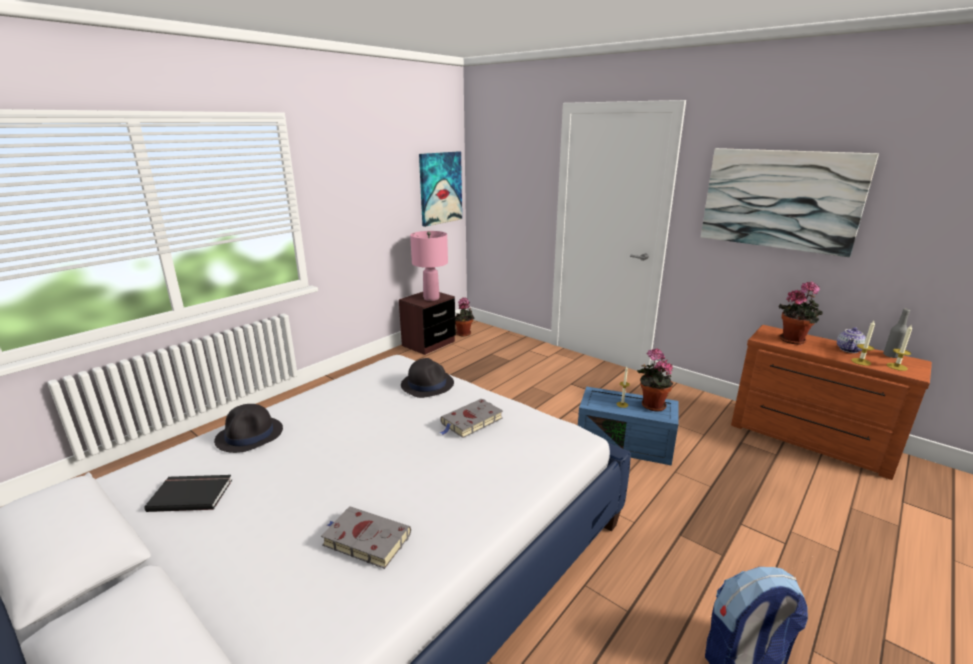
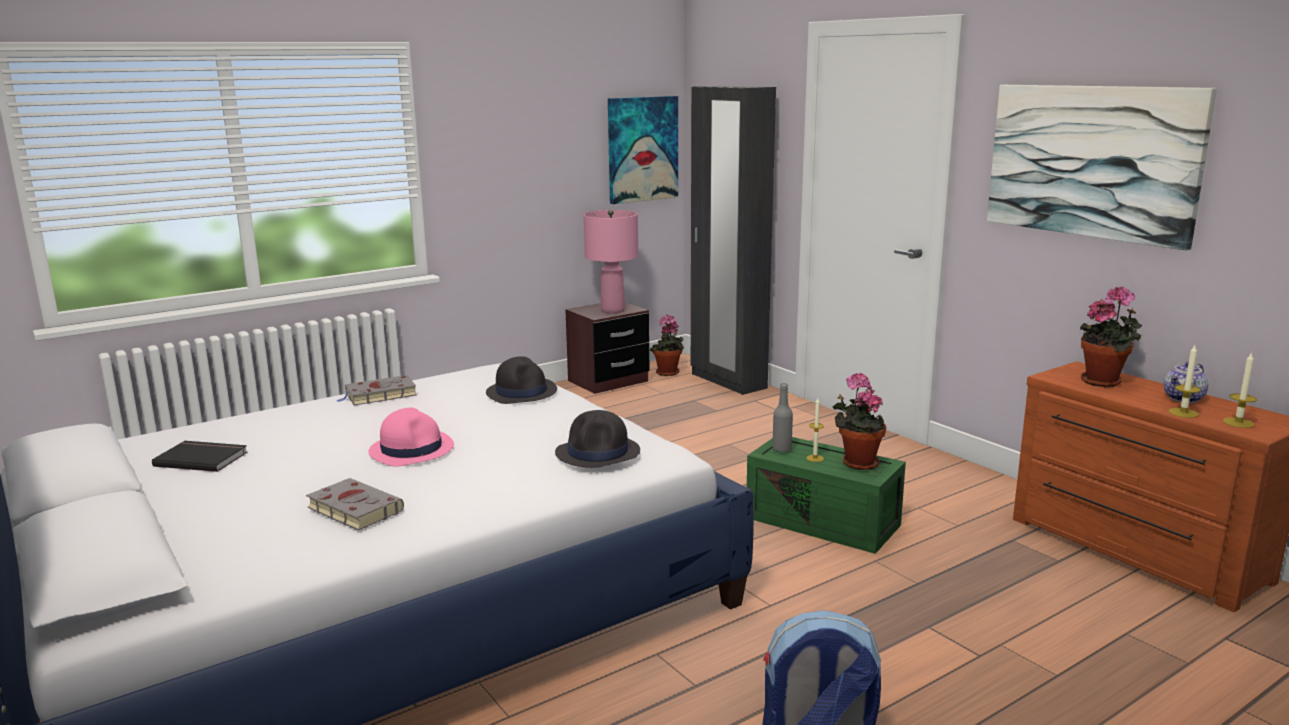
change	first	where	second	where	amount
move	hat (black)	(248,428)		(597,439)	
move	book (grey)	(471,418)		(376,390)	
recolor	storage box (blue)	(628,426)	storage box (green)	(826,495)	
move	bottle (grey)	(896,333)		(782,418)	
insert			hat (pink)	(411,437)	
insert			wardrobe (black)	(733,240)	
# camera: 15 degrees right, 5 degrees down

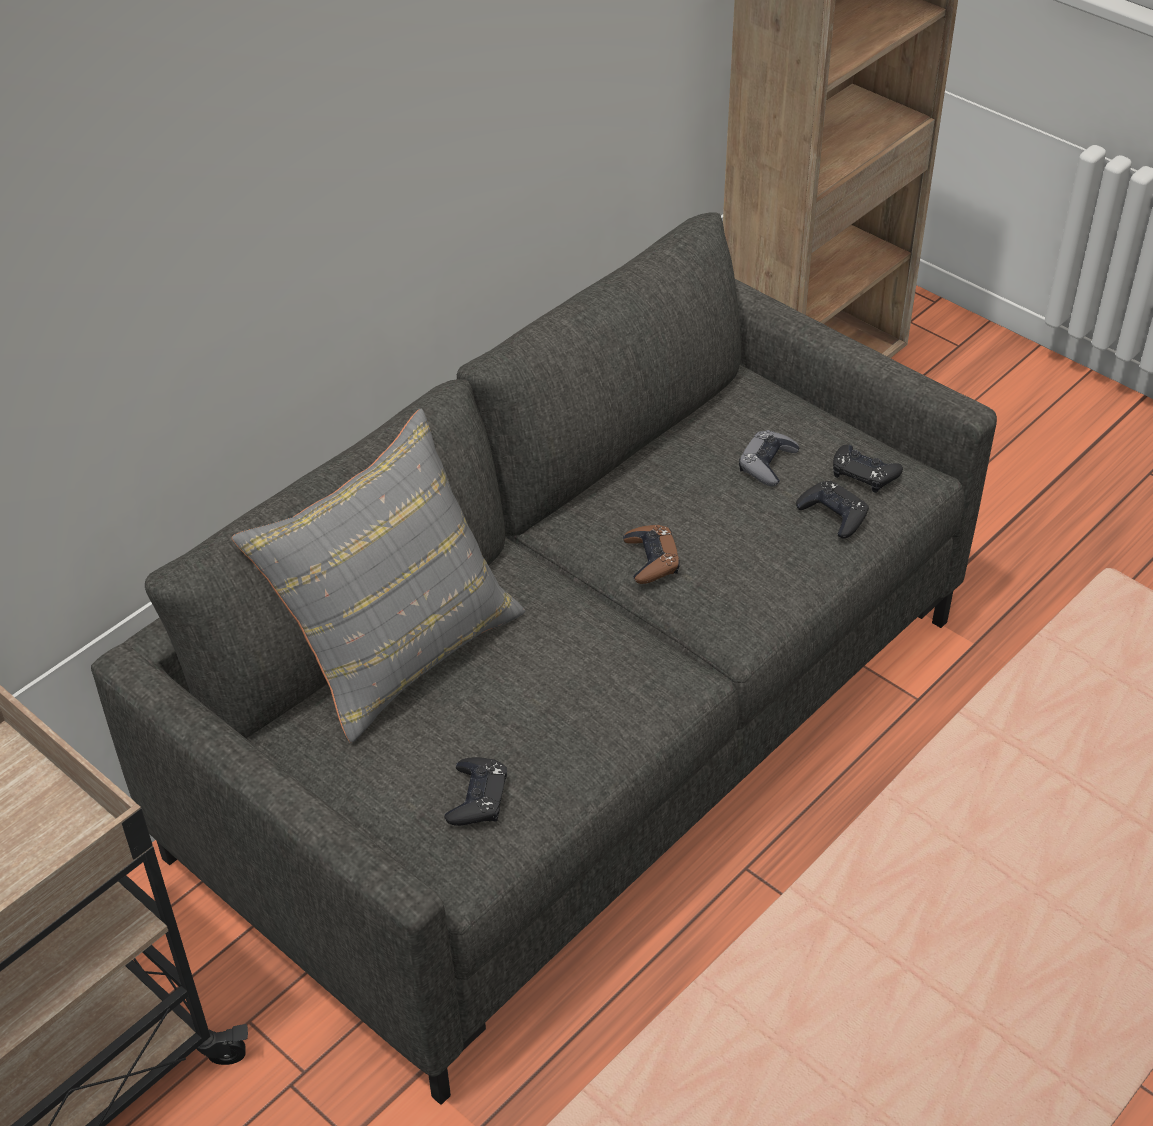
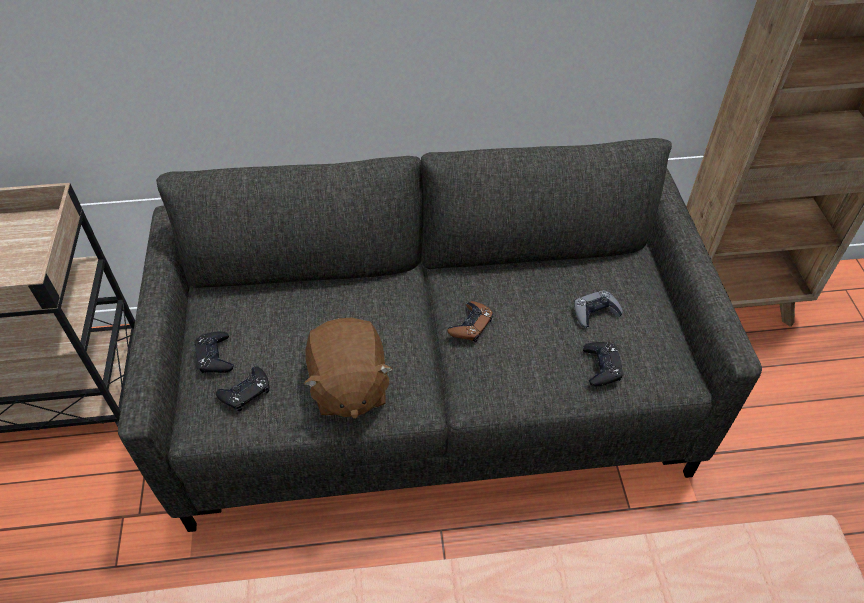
change	first	where	second	where	amount
delete	pillow (grey)	(378,576)			
move	game controller (black)	(868,468)		(214,352)	
insert			plush toy (brown)	(348,368)	
# camera: 40 degrees right, 5 degrees up

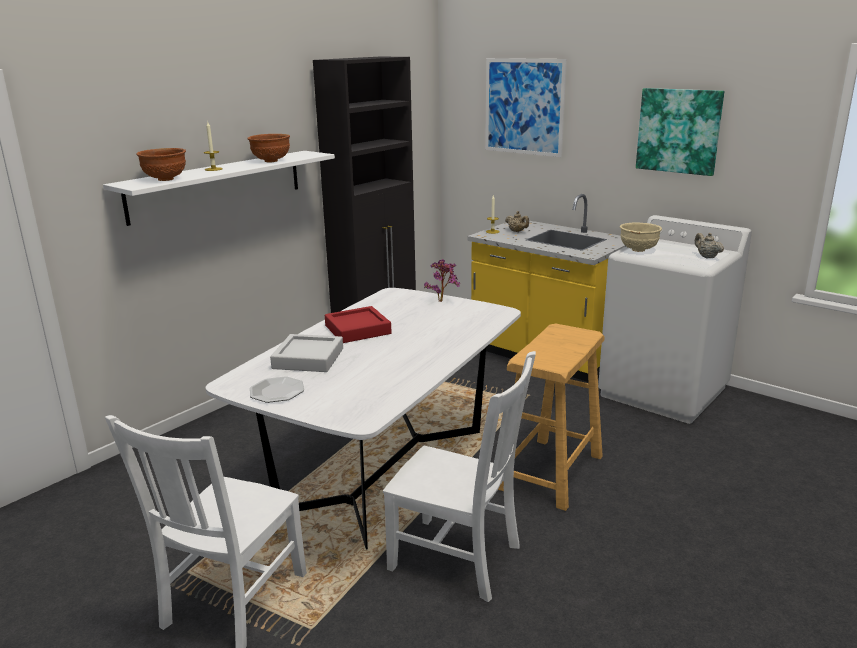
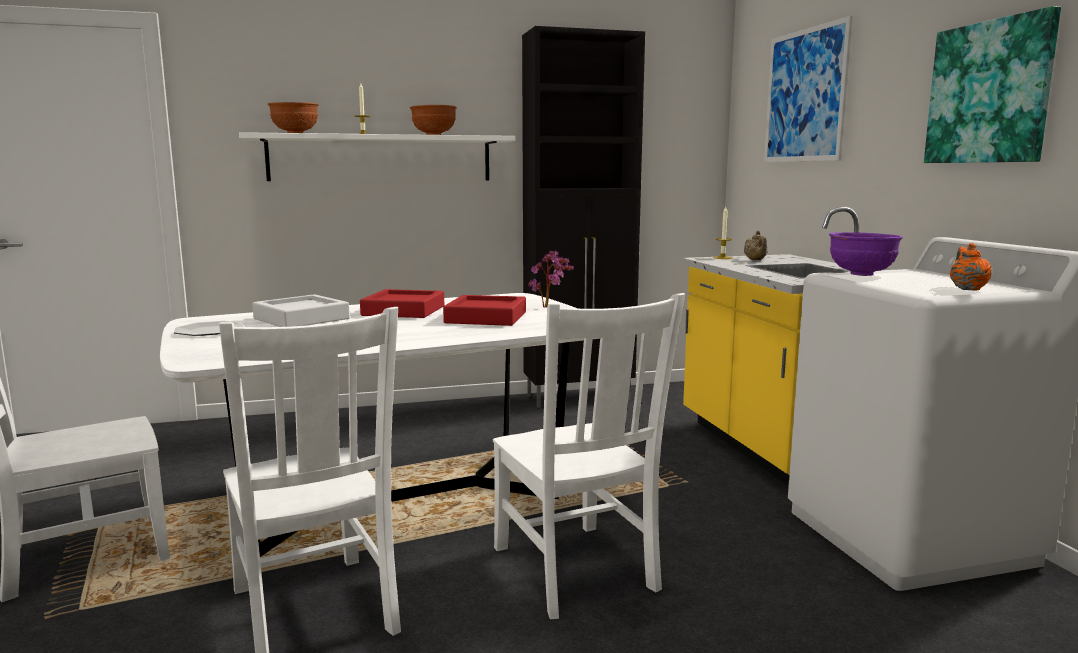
change	first	where	second	where	amount
replace	stool (beige)	(551,417)	chair (white)	(589,456)	
recolor	bowl (beige)	(641,237)	bowl (purple)	(866,254)	
recolor	teapot (beige)	(709,246)	teapot (orange)	(970,267)	
insert			tray (red)	(484,310)	
# camera: 35 degrees right, 10 degrees down

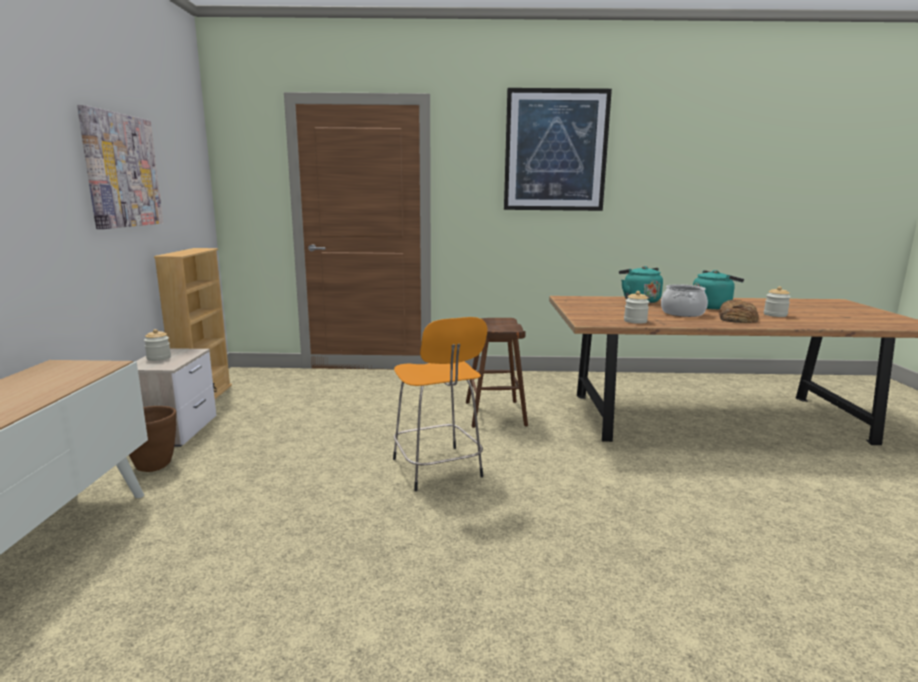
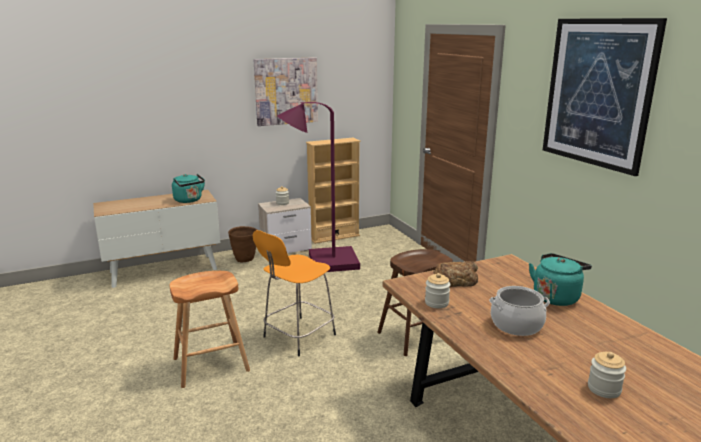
change	first	where	second	where	amount
move	kettle (turquoise)	(718,289)		(188,188)	
move	bread	(739,311)		(455,274)	
insert			stool (brown)	(210,329)	
insert			floor lamp (purple)	(318,187)	
# camera: 65 degrees right, 5 degrees up

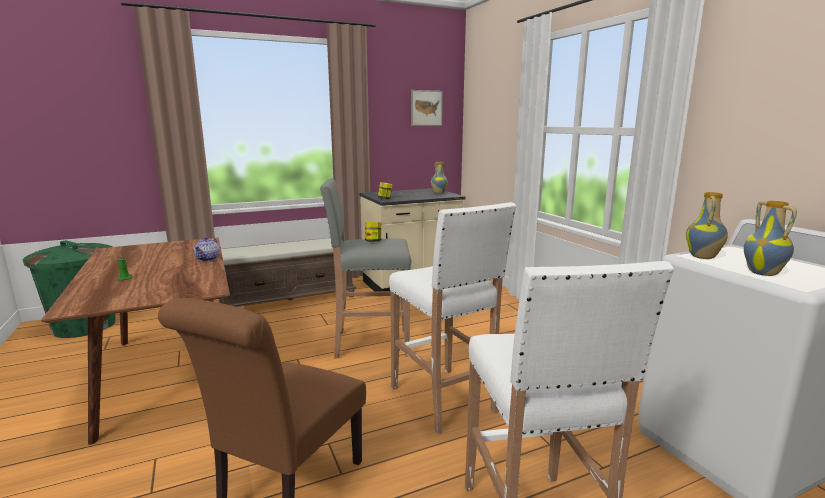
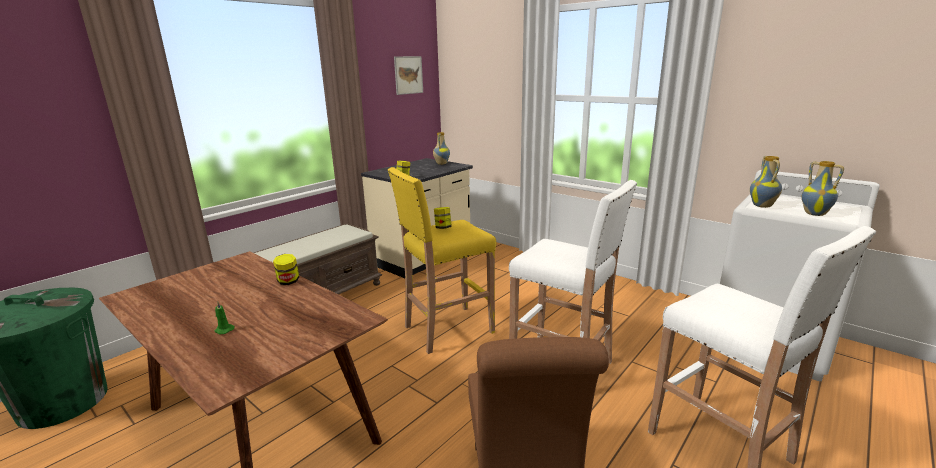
change	first	where	second	where	amount
replace	teapot	(207,249)	jar	(286,269)	
recolor	stool (grey)	(365,268)	stool (yellow)	(442,260)	
# camera: 25 degrees left, 5 degrees up

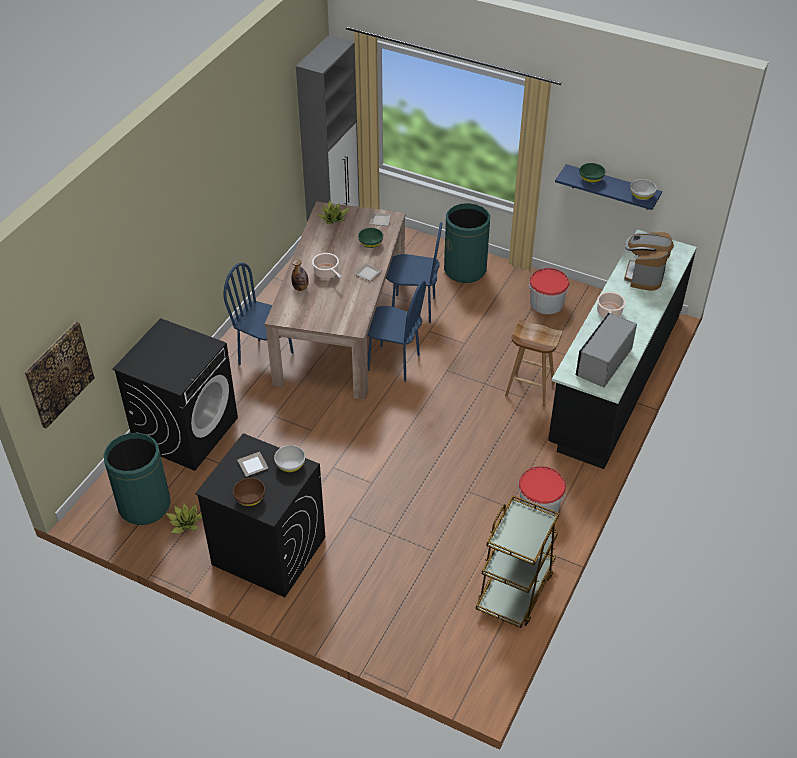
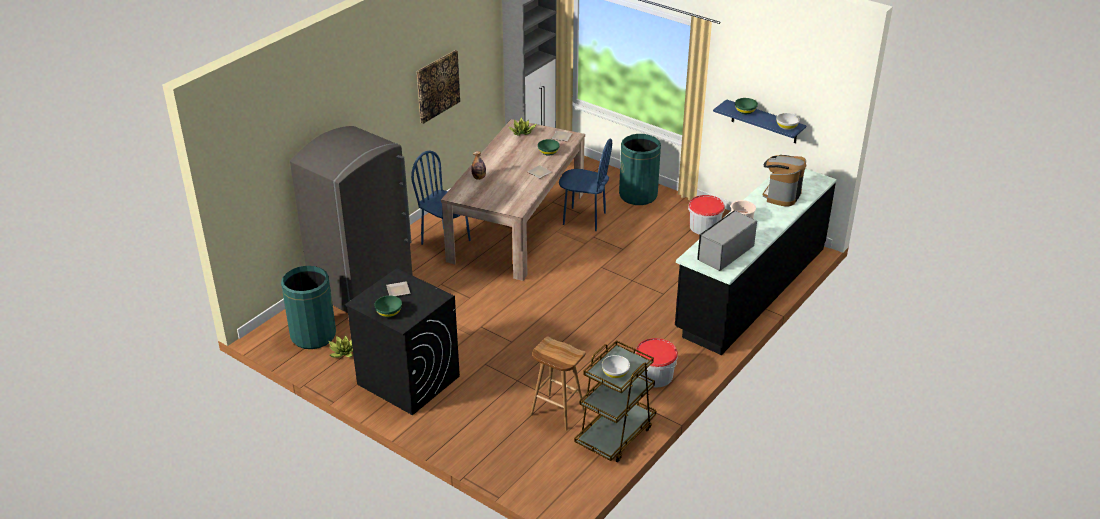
change	first	where	second	where	amount
move	picture	(59,375)		(438,87)	
replace	washing machine (black)	(175,394)	fridge (grey)	(351,219)	
recolor	bowl (brown)	(249,492)	bowl (green)	(388,306)	
move	bowl (white)	(289,458)		(616,367)	
delete	cooking pot	(327,266)			
delete	chair (blue)	(397,331)			
move	stool (brown)	(533,363)		(558,384)	
# camera: 10 degrees right, 10 degrees down

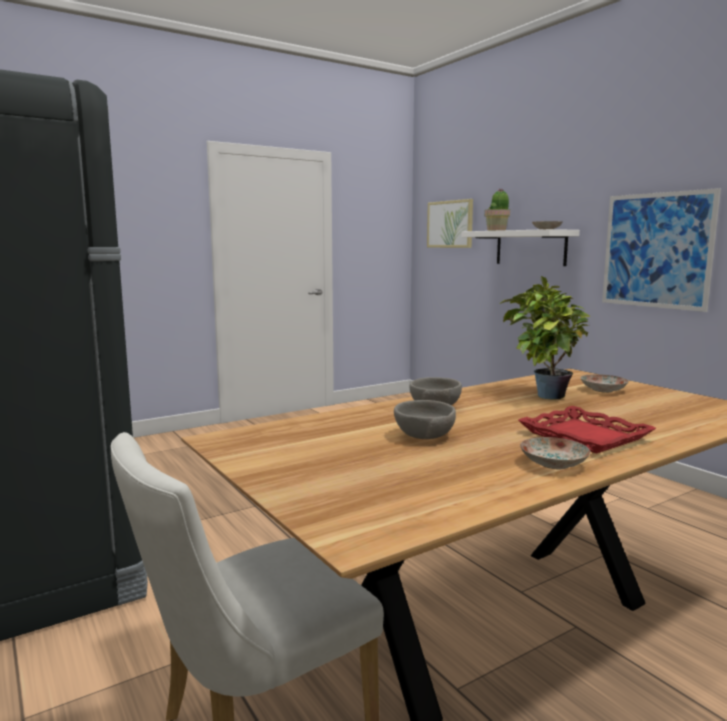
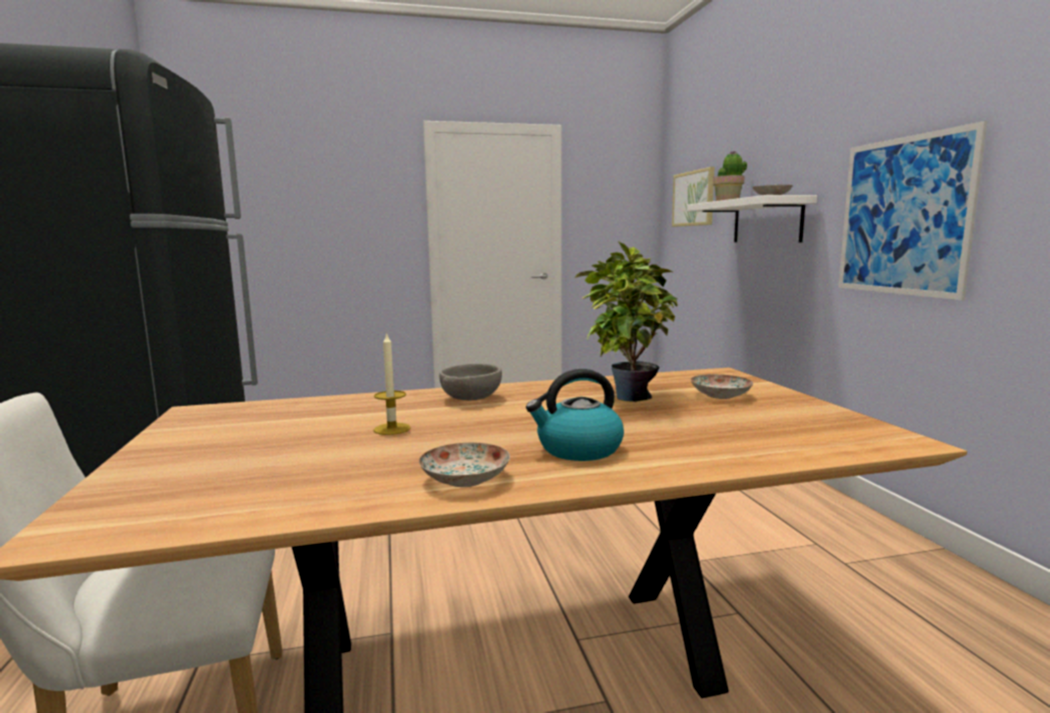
change	first	where	second	where	amount
replace	bowl (grey)	(425,419)	candle	(392,383)	
replace	tray (red)	(587,429)	kettle	(575,415)	
# camera: 20 degrees right, 0 degrees up

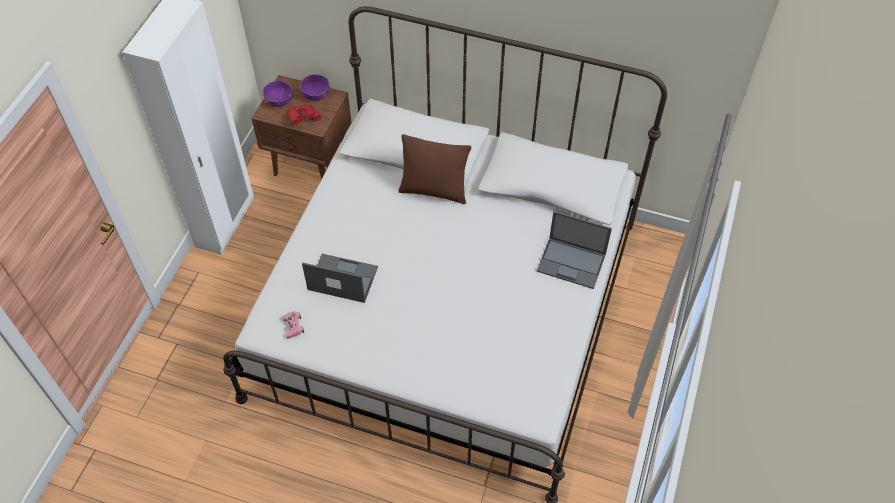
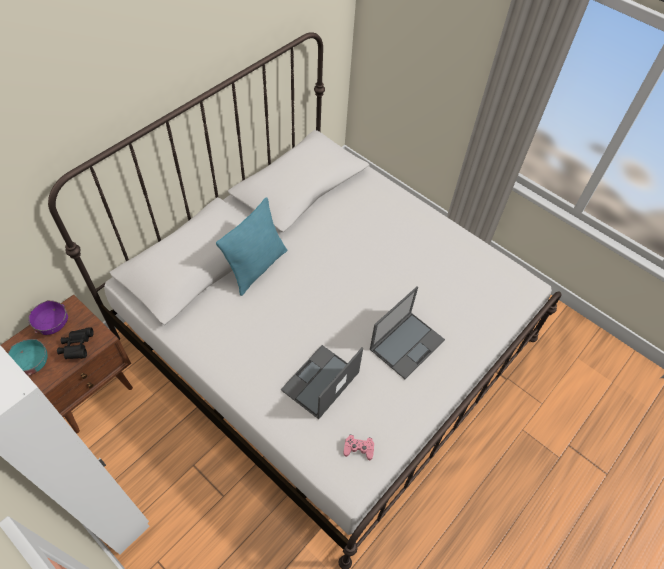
change	first	where	second	where	amount
recolor	bowl (purple)	(278,93)	bowl (turquoise)	(28,357)	
recolor	binoculars (red)	(304,114)	binoculars (black)	(75,343)	
recolor	pillow (brown)	(434,169)	pillow (turquoise)	(251,247)	
move	laptop	(574,250)		(407,332)	
# camera: 70 degrees left, 0 degrees up

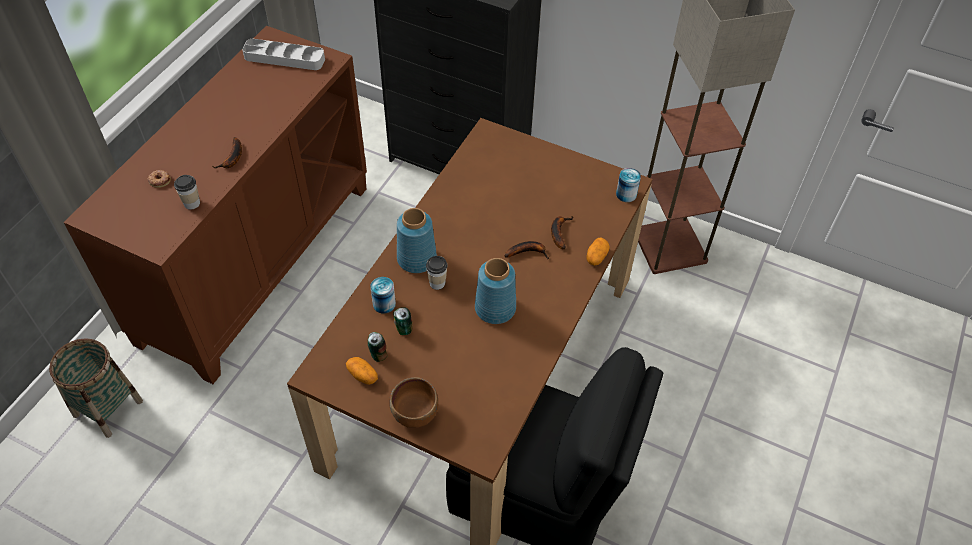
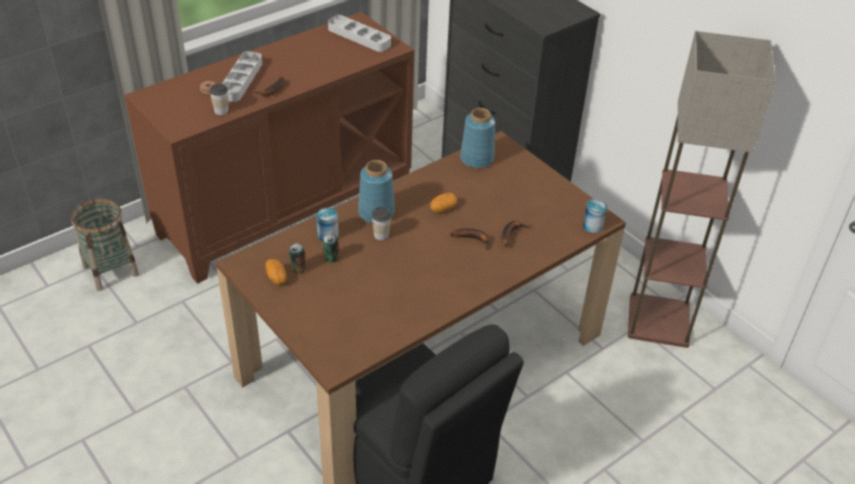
change	first	where	second	where	amount
delete	bowl (brown)	(414,402)			
move	vase (blue)	(495,291)		(477,138)	
move	potato	(598,251)		(443,203)	
insert			tray (grey)	(242,76)	
# camera: 25 degrees right, 10 degrees down

